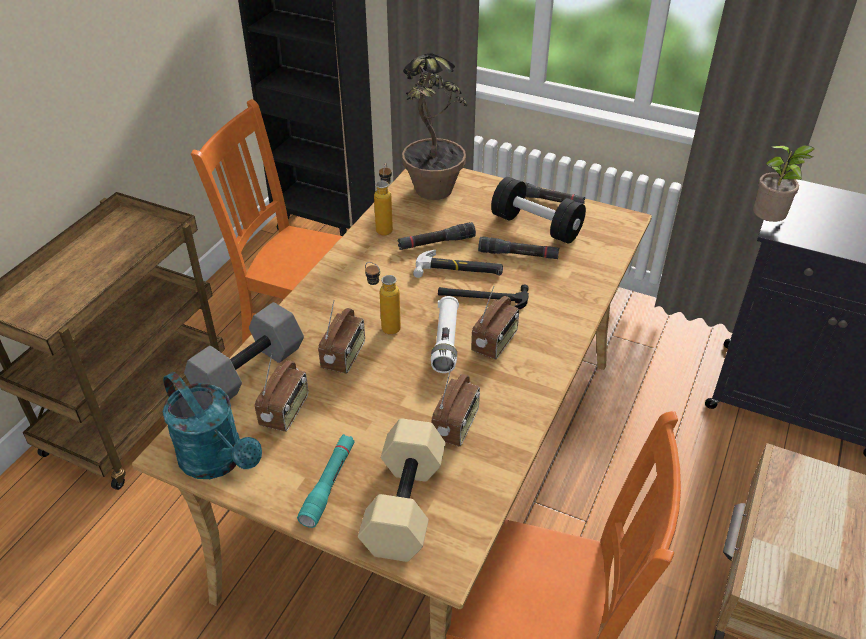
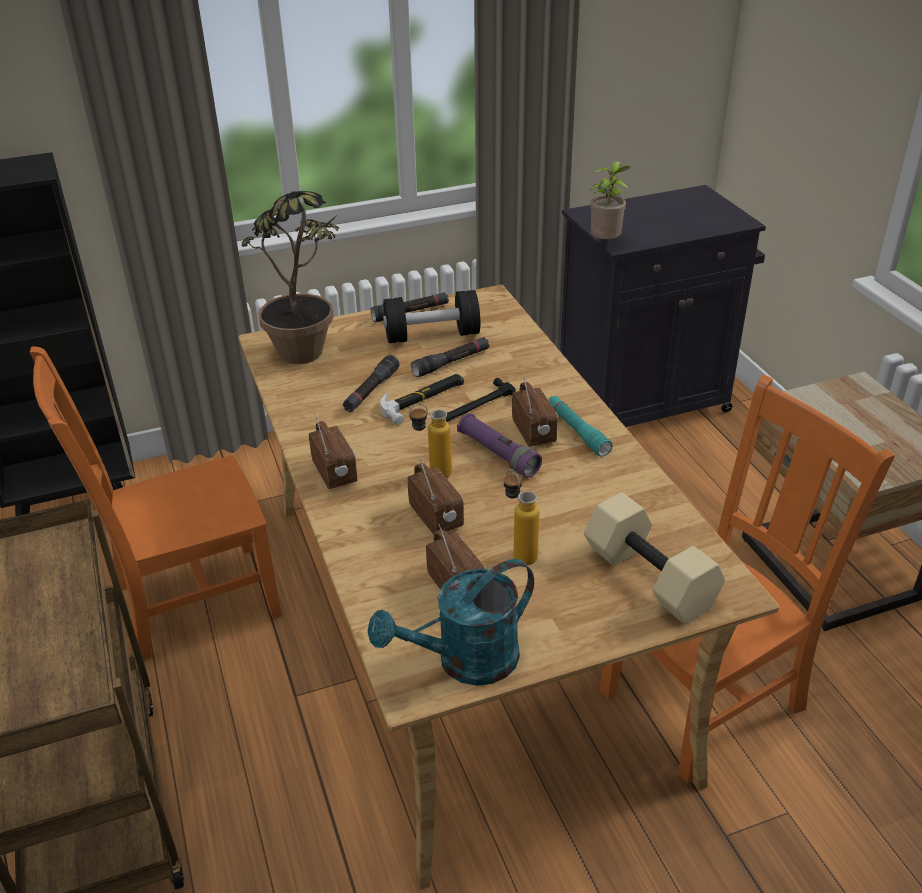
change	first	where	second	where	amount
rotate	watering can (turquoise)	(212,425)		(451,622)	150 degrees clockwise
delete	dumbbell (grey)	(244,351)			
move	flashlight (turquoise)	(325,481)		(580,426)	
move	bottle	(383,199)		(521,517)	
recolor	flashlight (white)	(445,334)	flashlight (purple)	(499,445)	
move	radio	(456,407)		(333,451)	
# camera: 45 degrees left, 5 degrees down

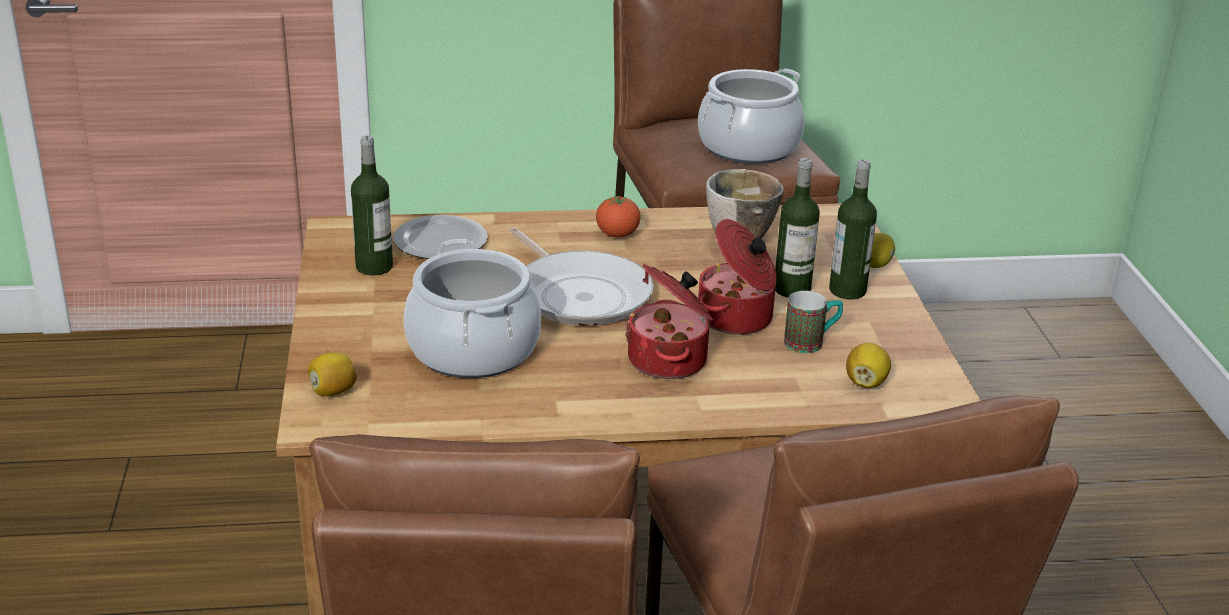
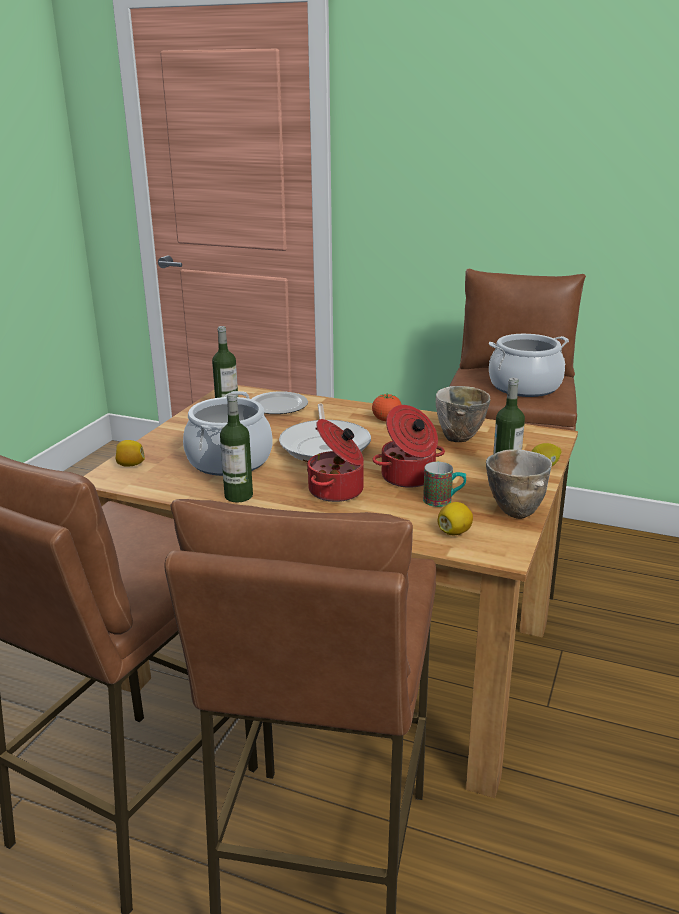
change	first	where	second	where	amount
move	bottle	(797,228)		(236,447)	
insert			bowl	(519,484)	
# camera: 30 degrees right, 5 degrees down

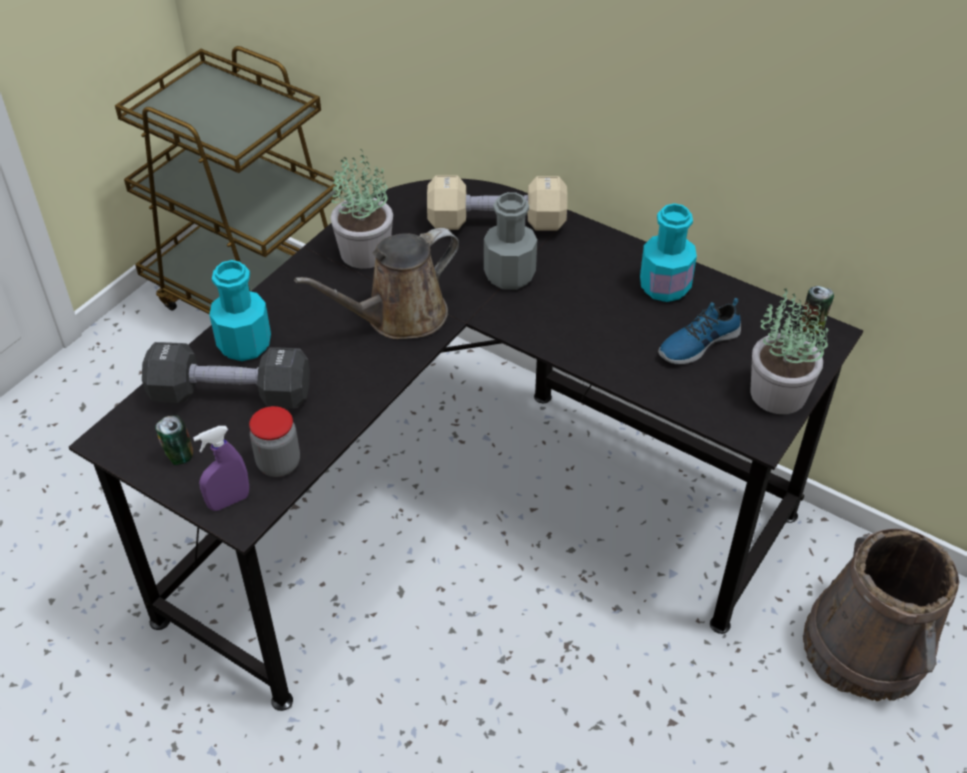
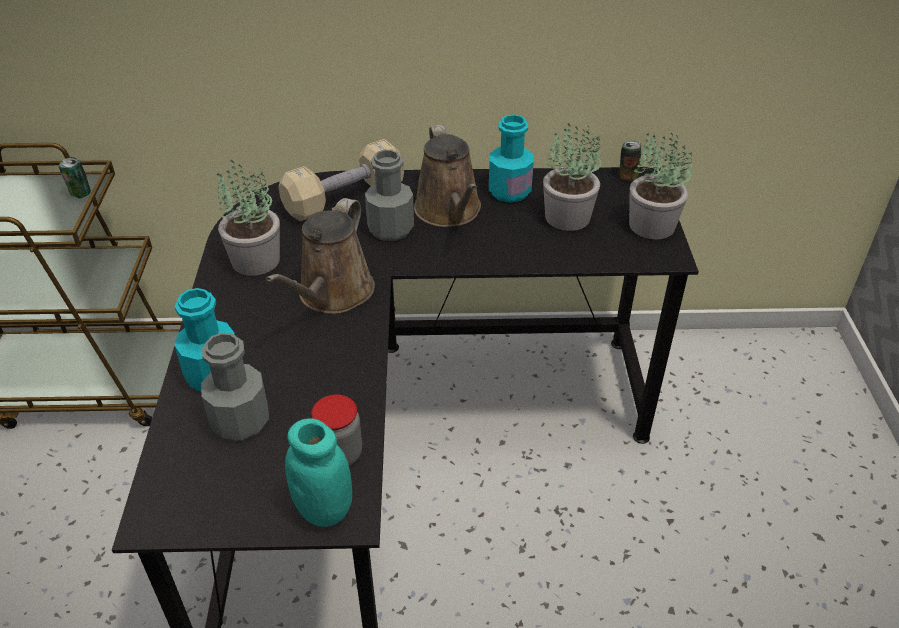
change	first	where	second	where	amount
replace	dumbbell (black)	(226,375)	bottle (grey)	(235,387)	
move	can	(174,440)		(75,177)	
replace	spray bottle (purple)	(221,468)	jar (turquoise)	(318,472)	
replace	shoe	(699,331)	potted plant	(572,177)	
delete	bucket (brown)	(881,615)			
insert			watering can (brown)	(447,175)	
# camera: 35 degrees left, 5 degrees down

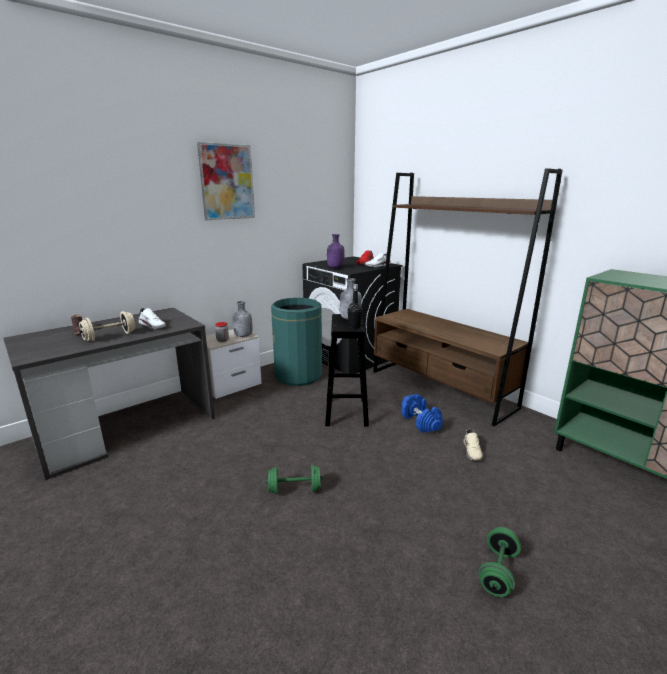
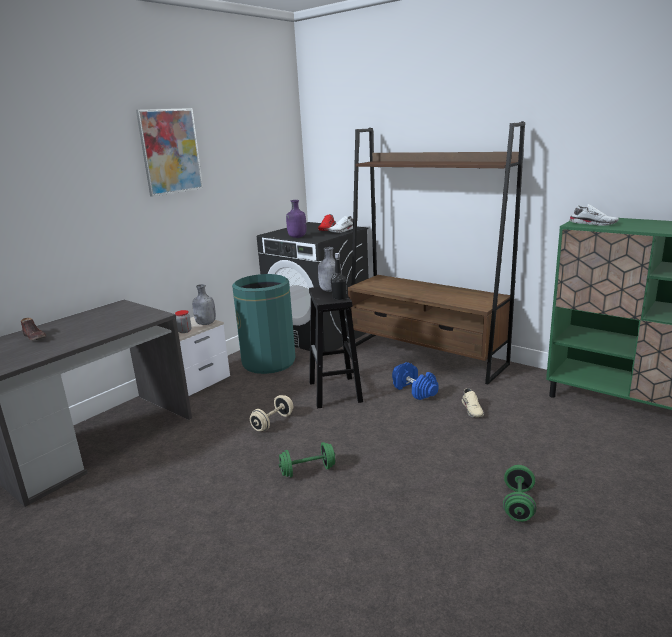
change	first	where	second	where	amount
move	dumbbell (beige)	(107,326)		(271,413)	
move	shoe (white)	(152,318)		(594,215)	
# camera: 10 degrees left, 0 degrees up

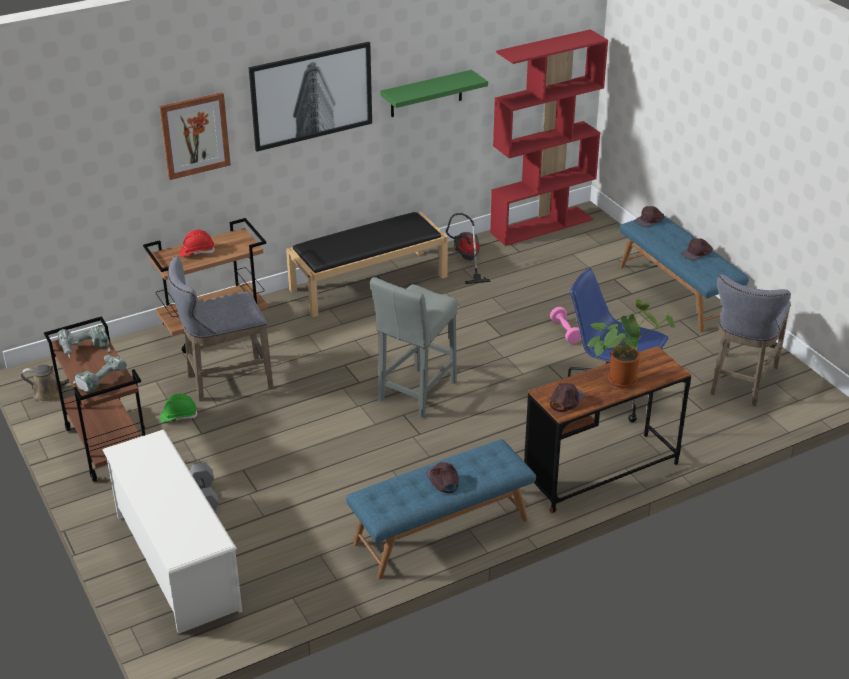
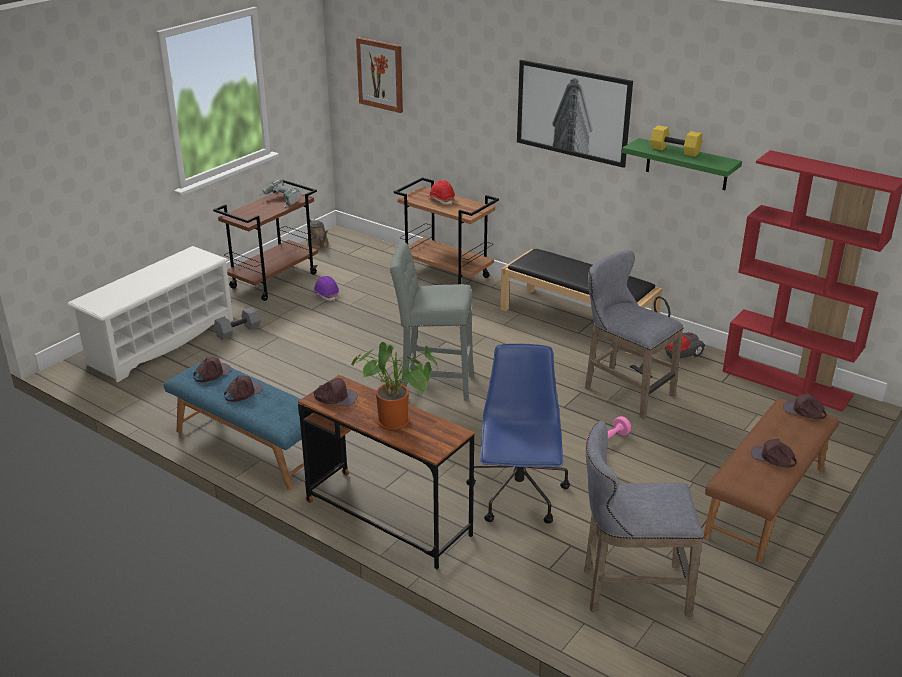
change	first	where	second	where	amount
delete	power drill	(100,373)			
move	picture	(195,136)		(379,75)	
recolor	hard hat (green)	(178,408)	hard hat (purple)	(326,288)	
move	stool (grey)	(220,328)		(634,334)	
recolor	bench (blue)	(684,274)	bench (brown)	(771,480)	
insert			cap (brown)	(212,369)	
insert			dumbbell (yellow)	(676,141)	
# camera: 65 degrees right, 5 degrees down

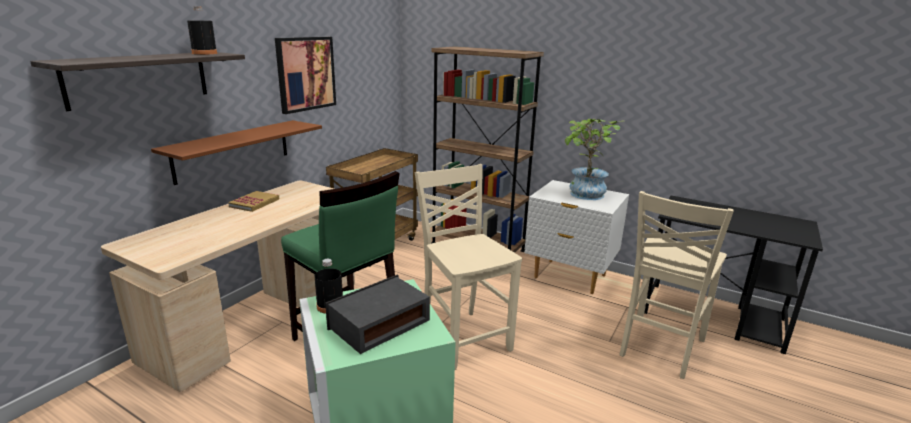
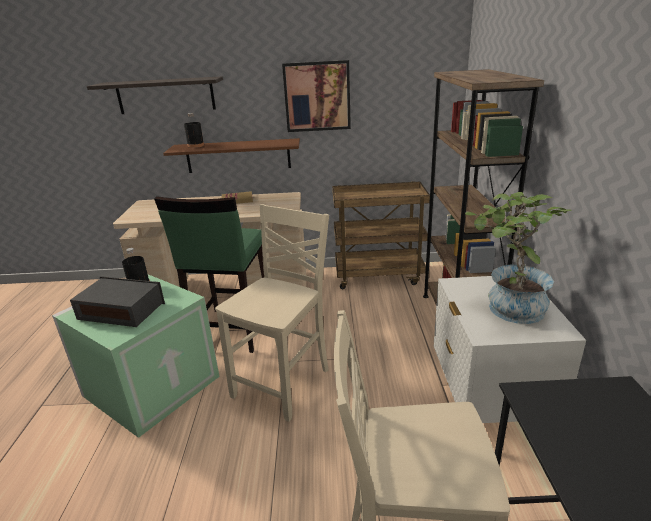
change	first	where	second	where	amount
move	bottle (black)	(202,30)		(194,130)	
# camera: 60 degrees right, 5 degrees up

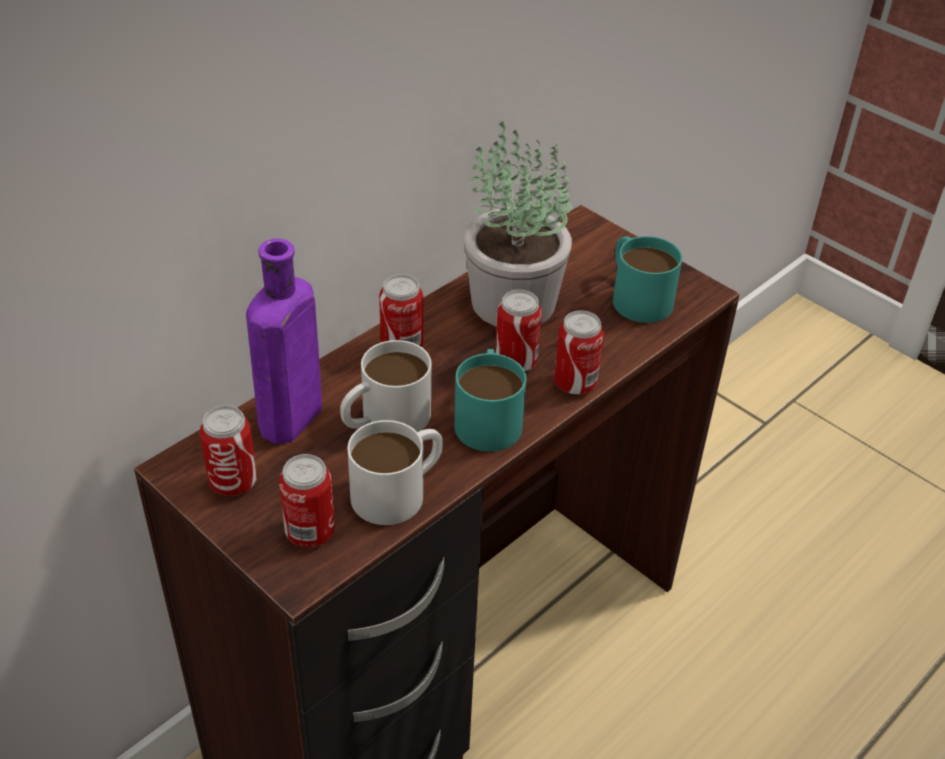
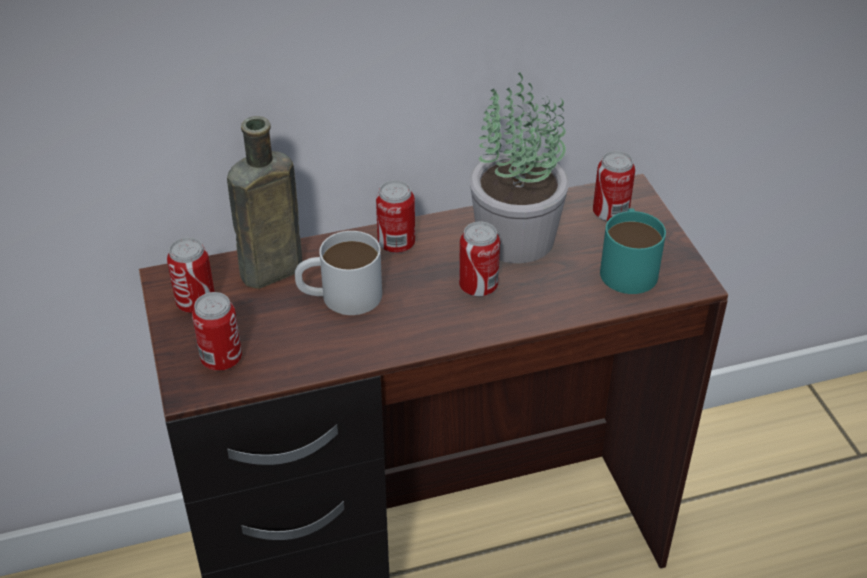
change	first	where	second	where	amount
recolor	bottle (purple)	(284,341)	bottle (brown)	(264,202)	
delete	mug (white)	(395,472)			
delete	mug (turquoise)	(490,400)			
move	can	(579,352)		(614,186)	
# camera: 30 degrees right, 0 degrees up

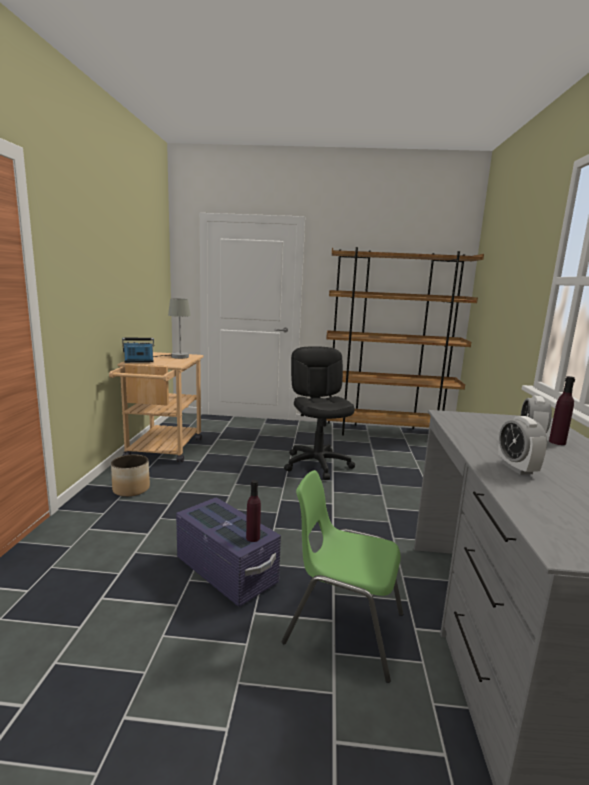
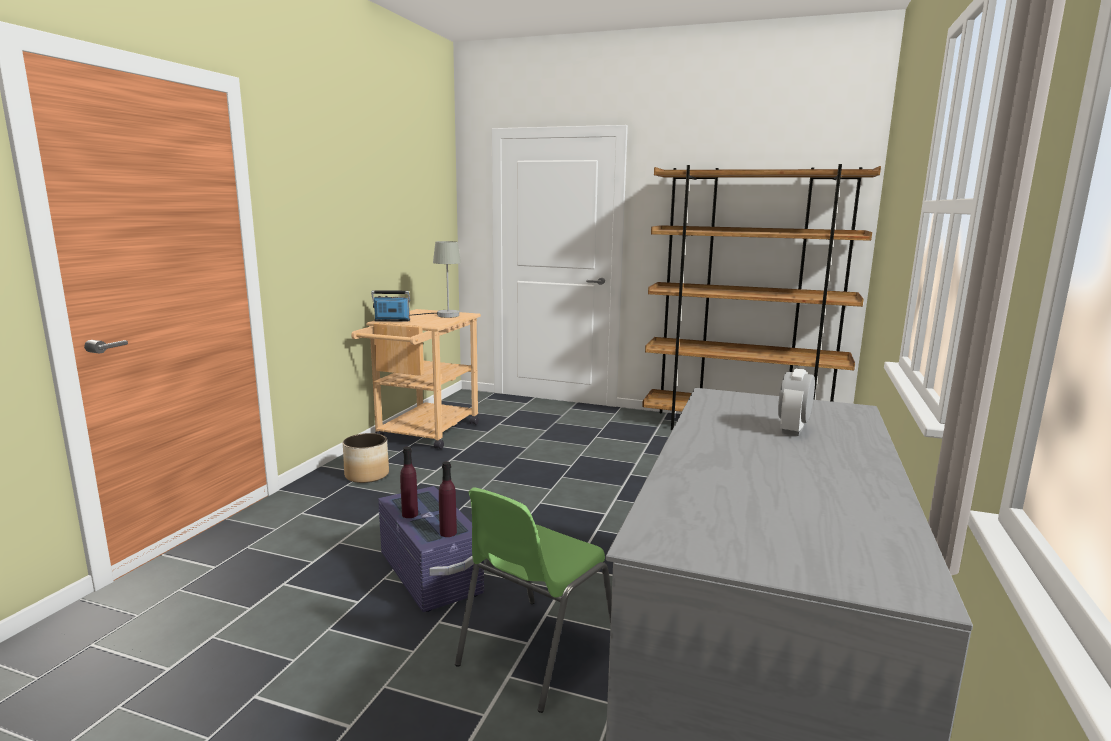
change	first	where	second	where	amount
rotate	chair (green)	(342,576)		(533,600)	90 degrees counterclockwise
delete	office chair (black)	(319,413)			
delete	alarm clock	(522,445)			
move	bottle (purple)	(562,410)		(409,482)	
# camera: 15 degrees right, 0 degrees up

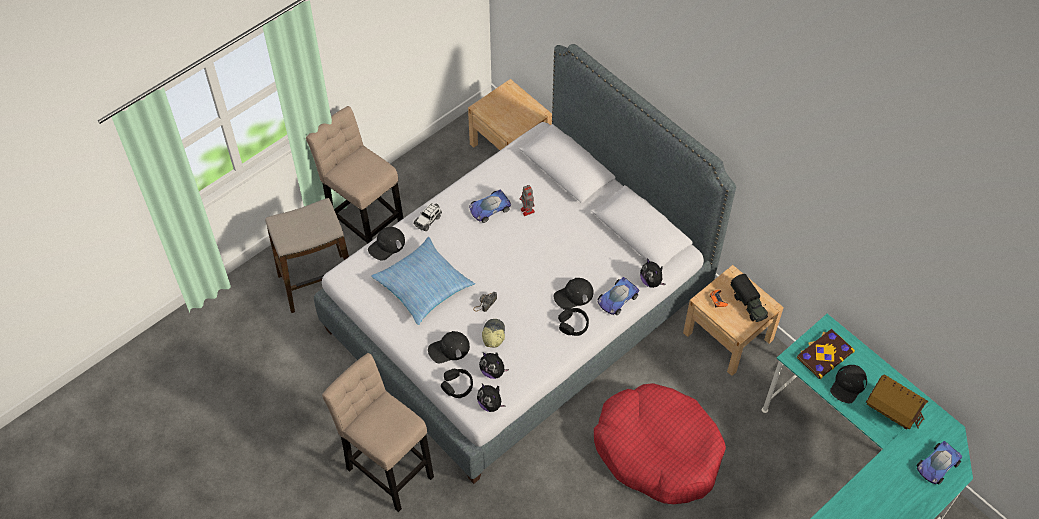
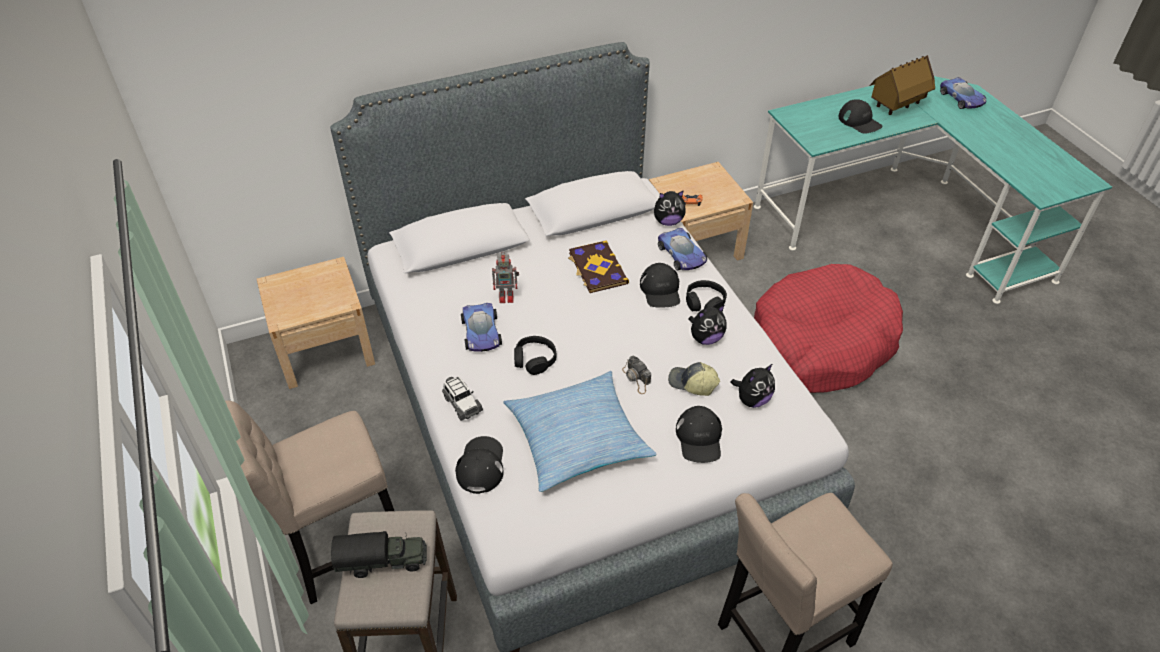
change	first	where	second	where	amount
rotate	cap (black)	(386,244)		(479,465)	150 degrees counterclockwise
move	headphones (black)	(457,383)		(535,355)	
move	plush toy	(491,398)		(707,325)	
move	toy truck	(749,298)		(379,554)	
move	book	(826,354)		(598,266)	
# camera: 70 degrees left, 10 degrees down

